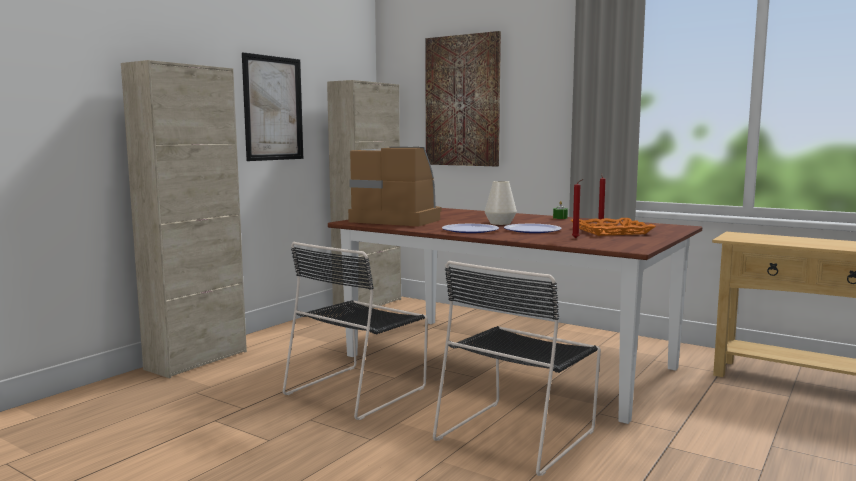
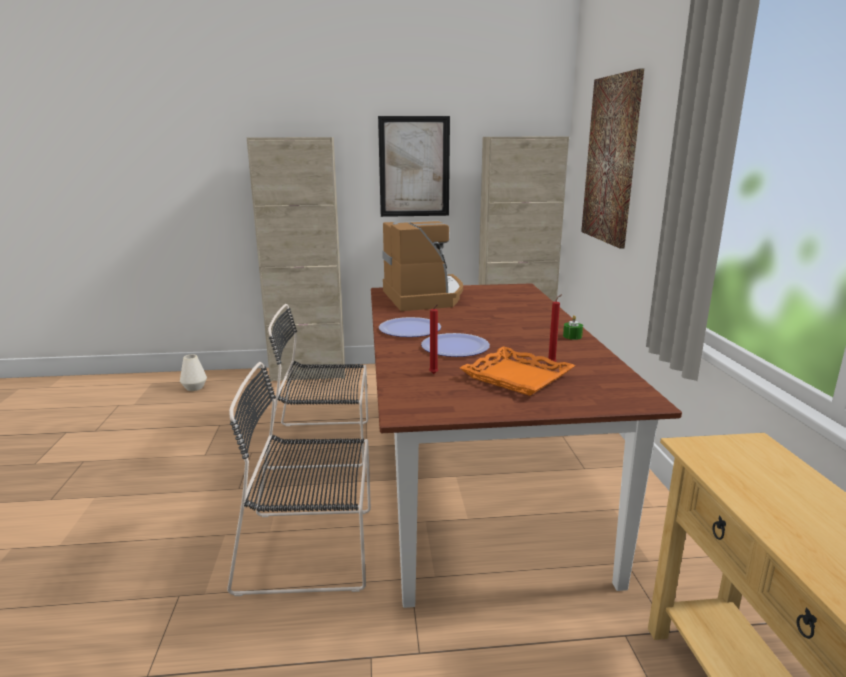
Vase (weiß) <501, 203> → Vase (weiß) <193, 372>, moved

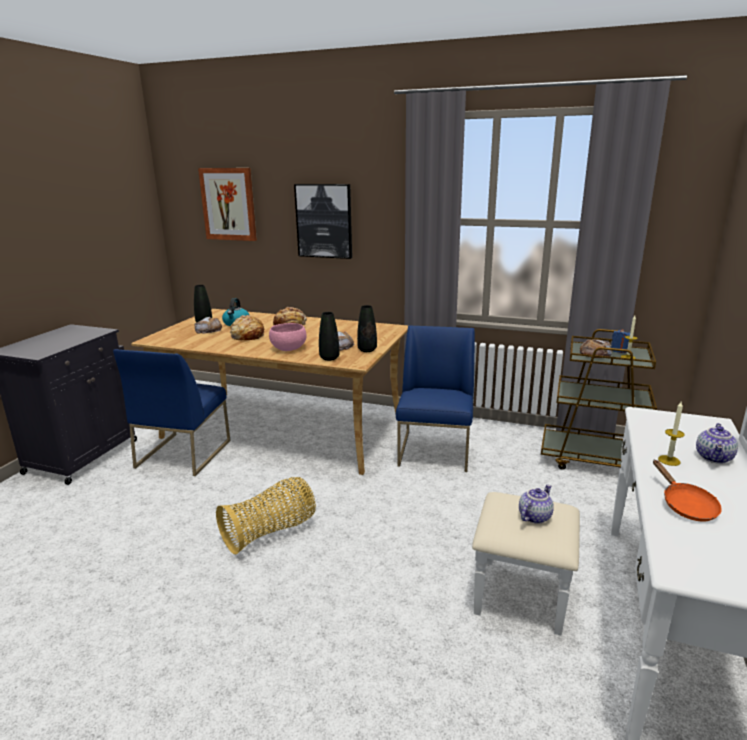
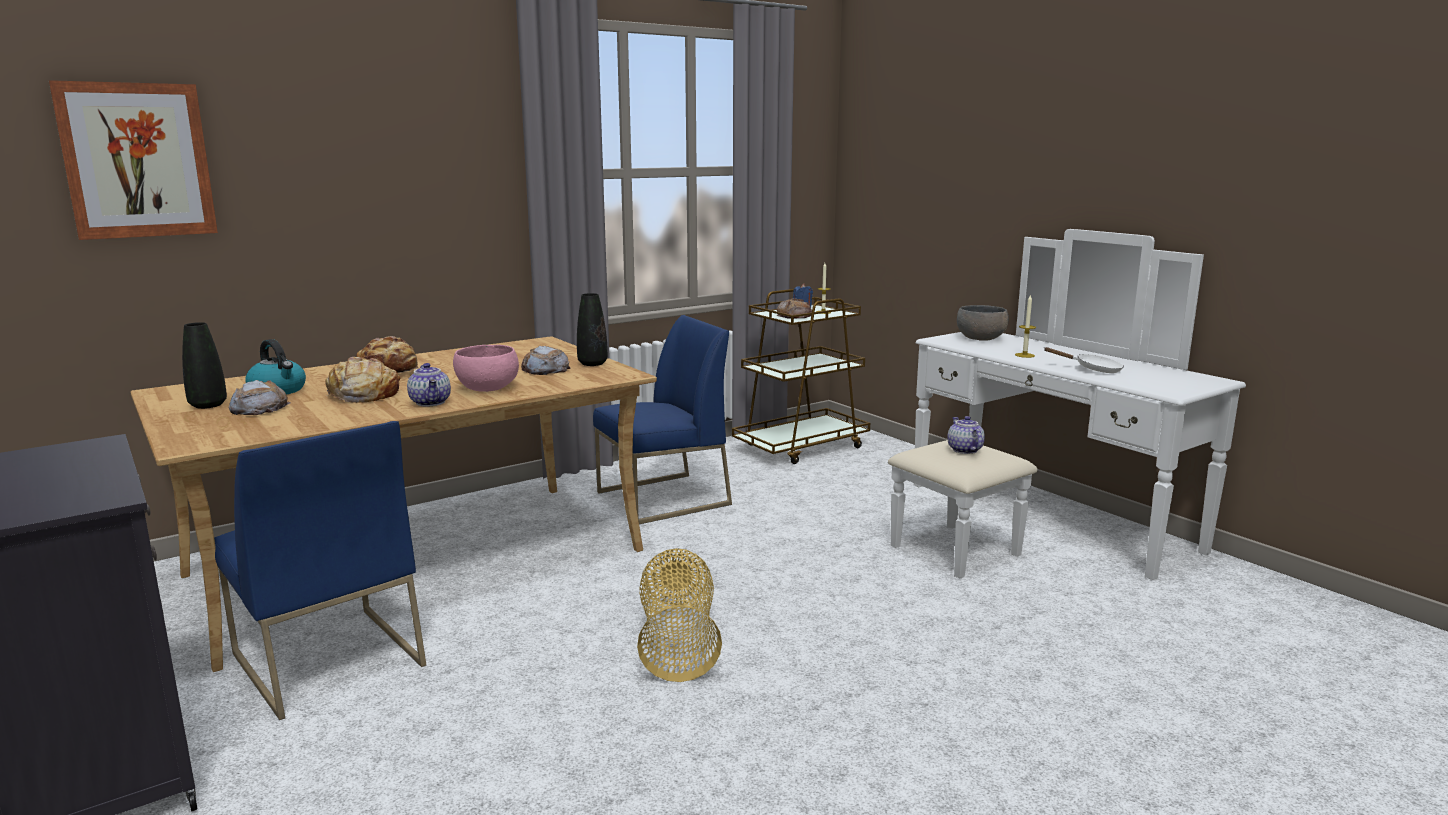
Bild <323, 221> → -
Vase (schwarz) <329, 336> → -
Stuhl (blau) <435, 398> → Stuhl (blau) <662, 419>, 105 degrees clockwise
Teekanne <717, 443> → Teekanne <429, 385>, moved
Pfanne (orange) <687, 491> → Pfanne (weiß) <1084, 360>
- → Schüssel (grau) <983, 323>

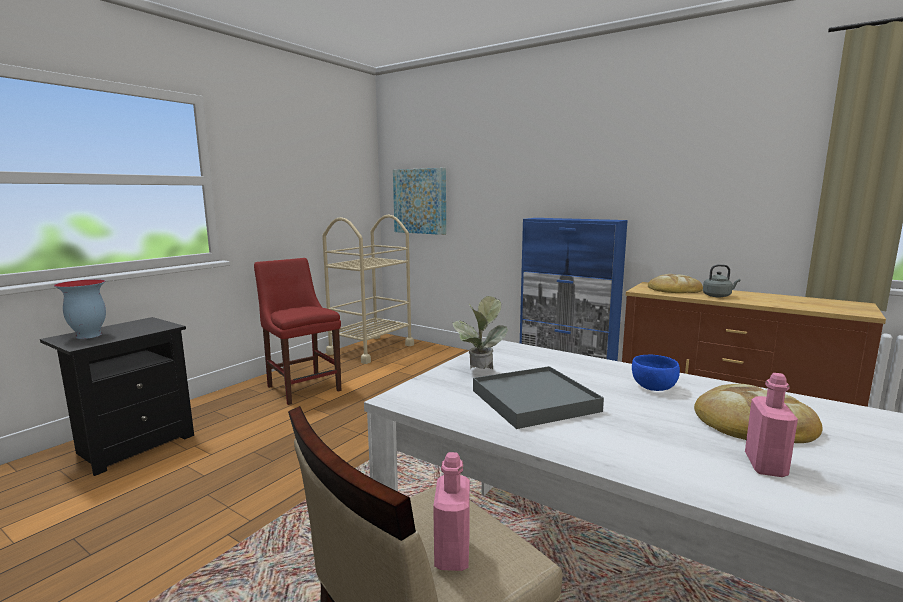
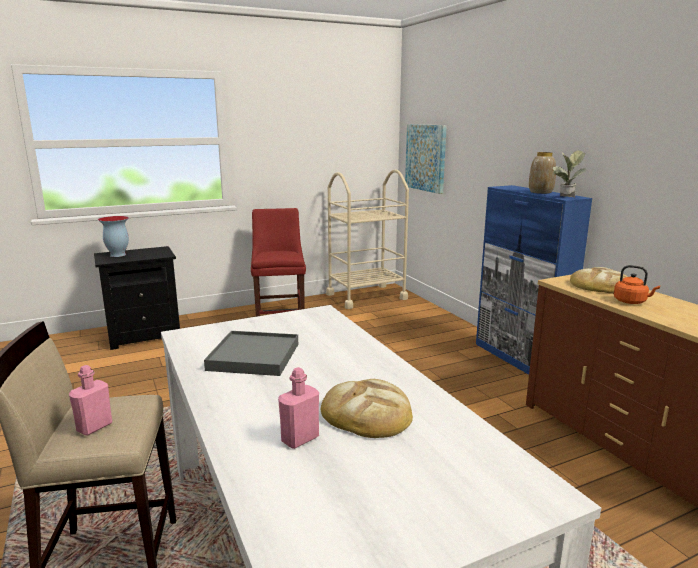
Wasserkessel (grau) <721, 280> → Wasserkessel (orange) <637, 284>
Topfpflanze <480, 332> → Topfpflanze <569, 174>, moved
Schüssel (blau) <656, 373> → -
- → Vase <542, 173>

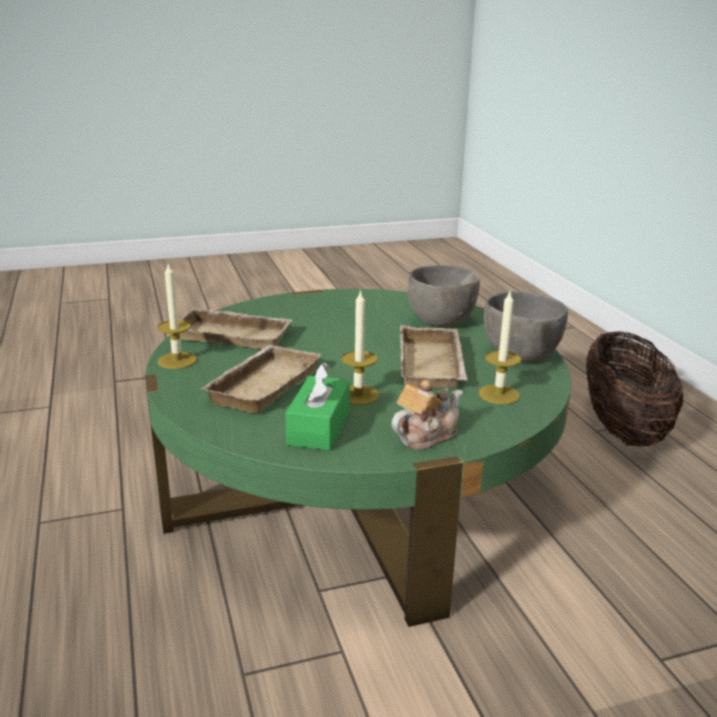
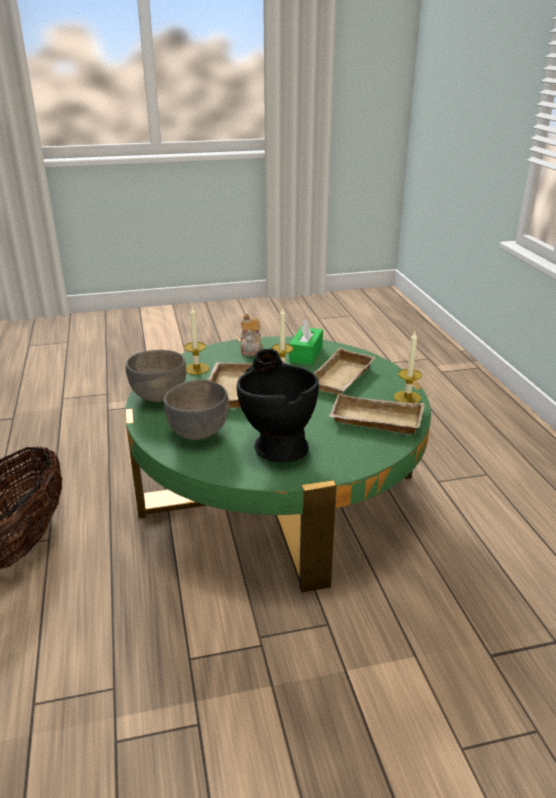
Teekanne <427, 415> → Teekanne <251, 335>, 60 degrees counterclockwise
- → Vase (schwarz) <278, 405>

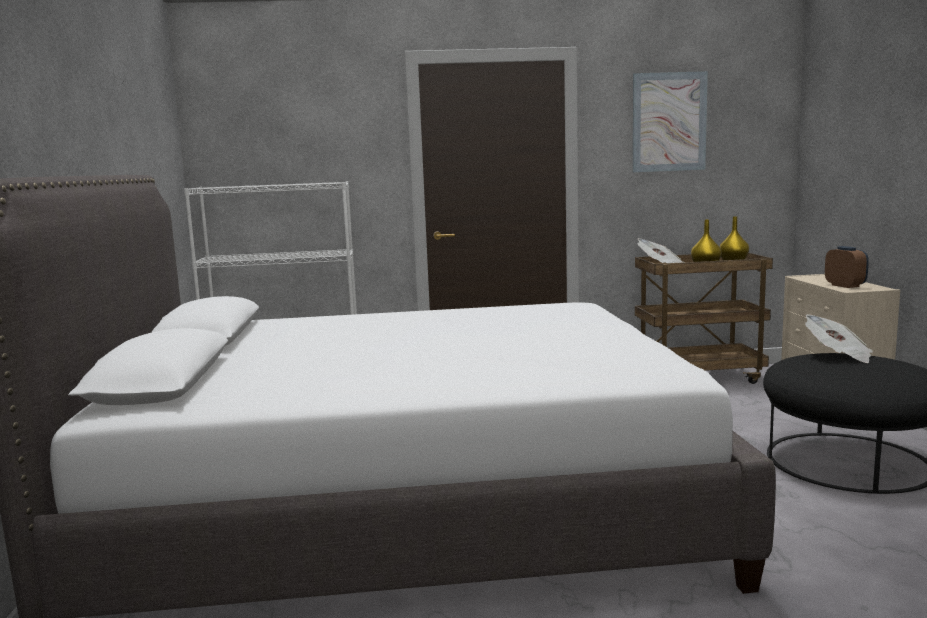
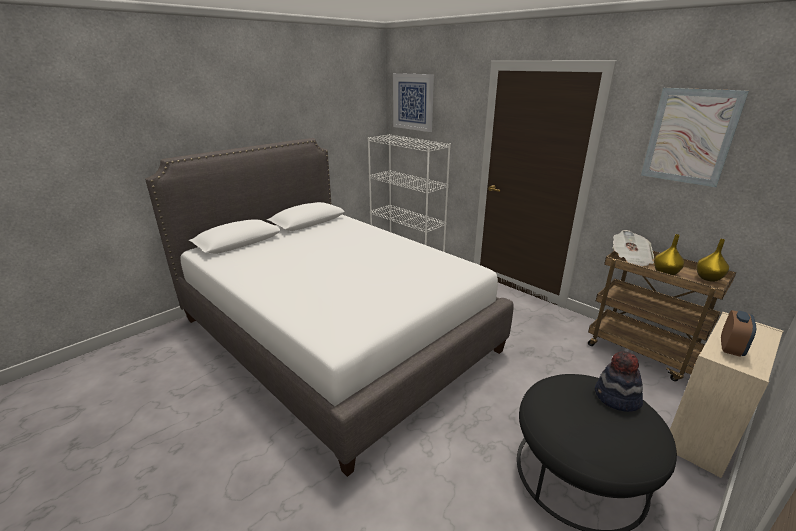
Zeitung <839, 338> → Hut <619, 381>
- → Bild <413, 102>

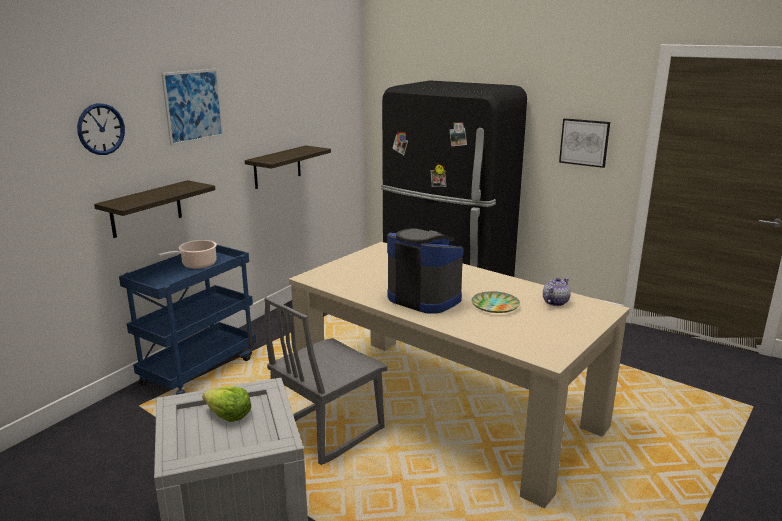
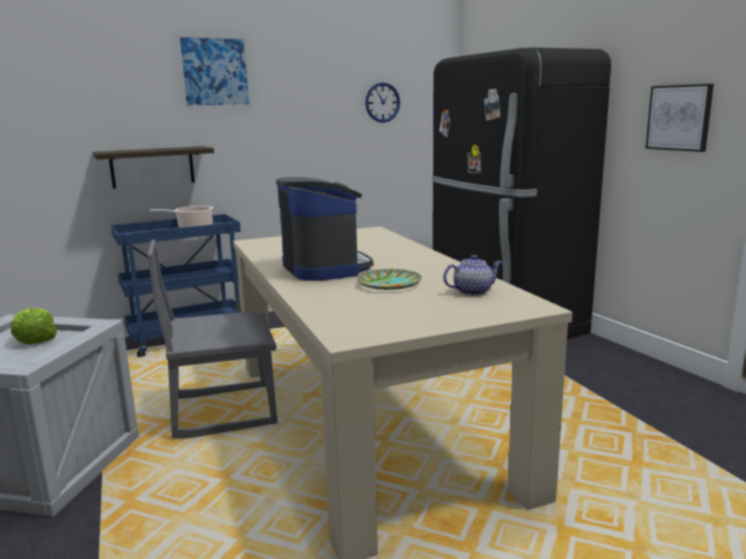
Wanduhr <101, 129> → Wanduhr <382, 102>, moved
Wandregal <288, 167> → -

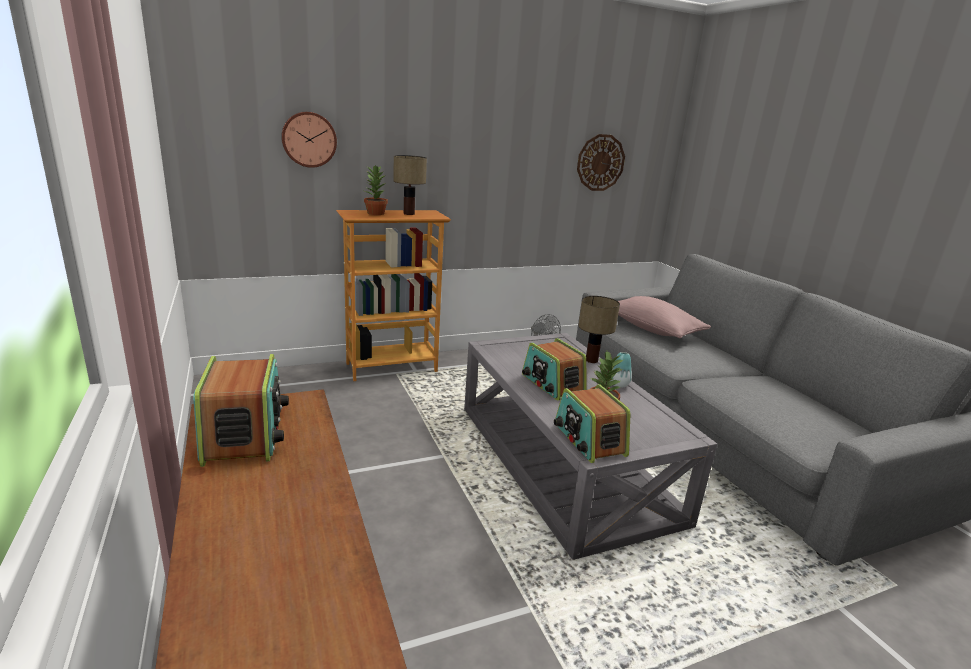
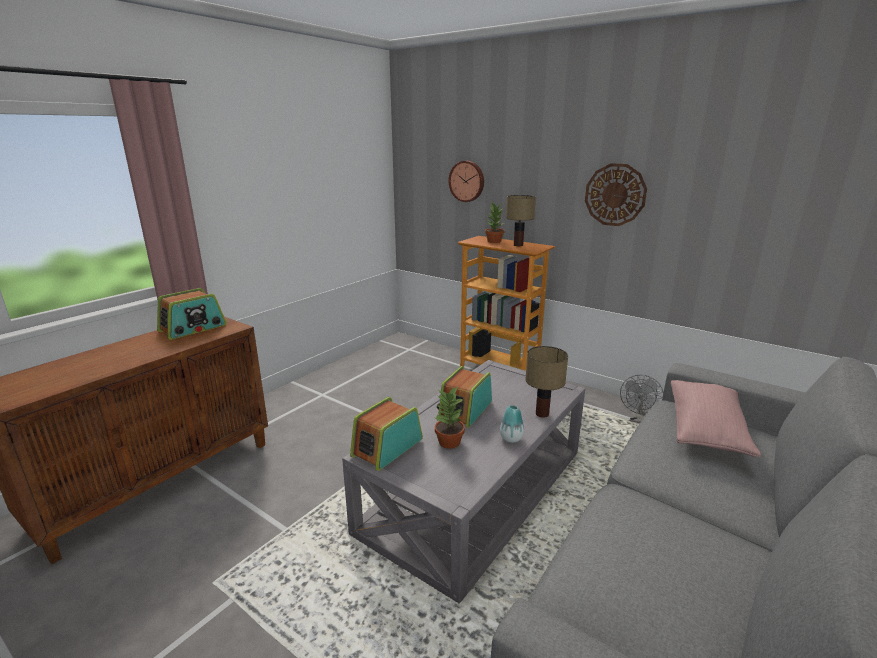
Wanduhr <601, 162> → Wanduhr <616, 194>, moved

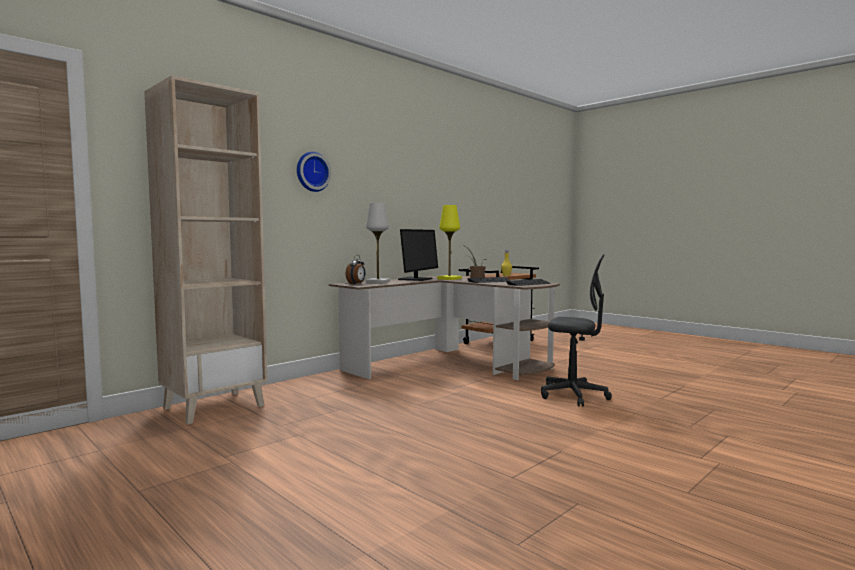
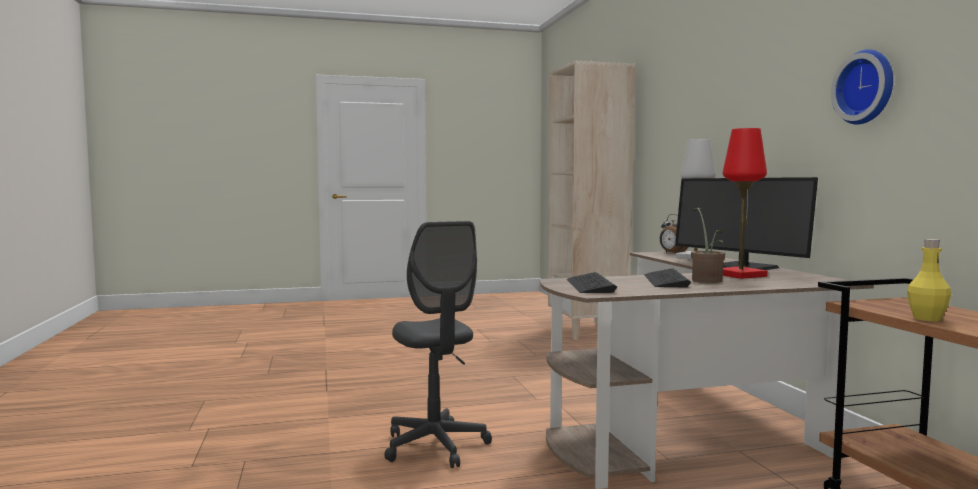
Wanduhr <314, 172> → Wanduhr <862, 87>, moved
Tischlampe (gelb) <449, 242> → Tischlampe (rot) <745, 203>
Bürostuhl (grau) <576, 330> → Bürostuhl (grau) <438, 344>, 75 degrees counterclockwise

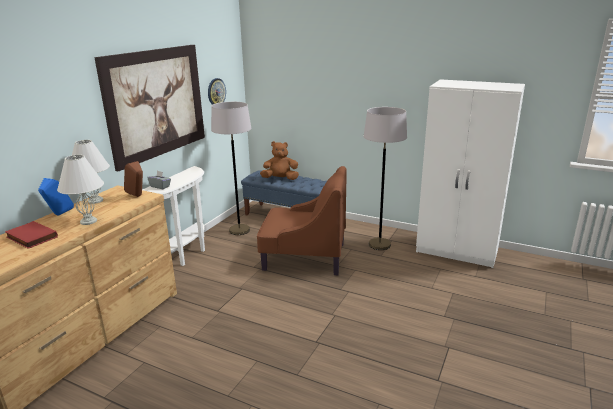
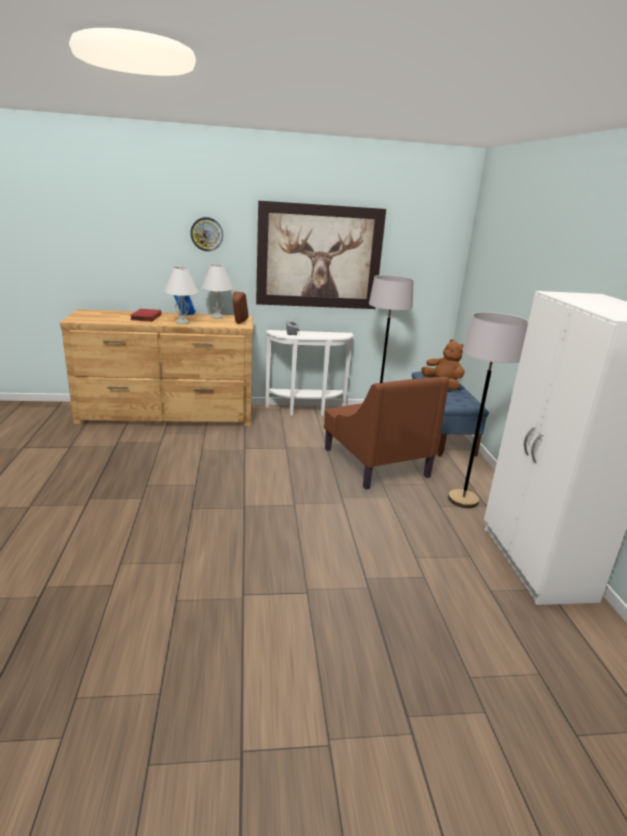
Wanduhr <217, 91> → Wanduhr <206, 234>, moved

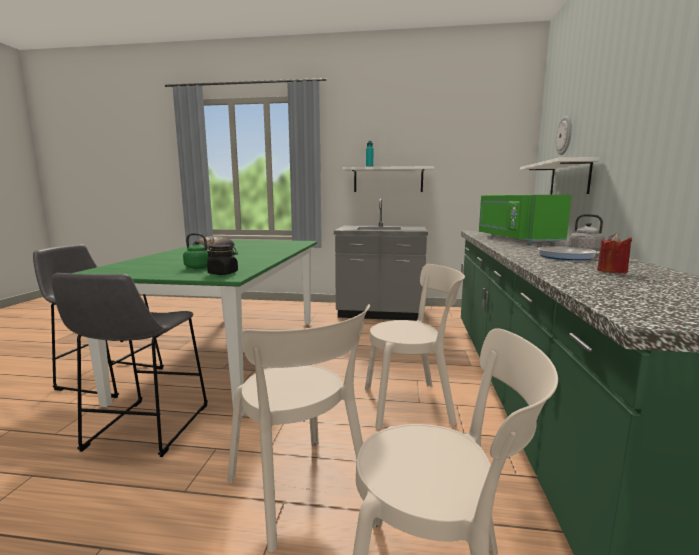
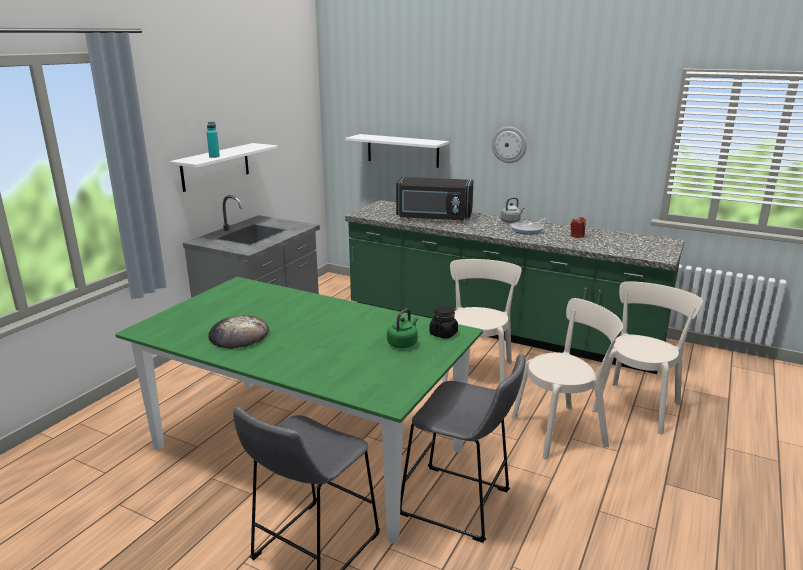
Wanduhr <564, 135> → Wanduhr <509, 145>, moved
Mikrowelle (grün) <525, 219> → Mikrowelle (schwarz) <435, 199>

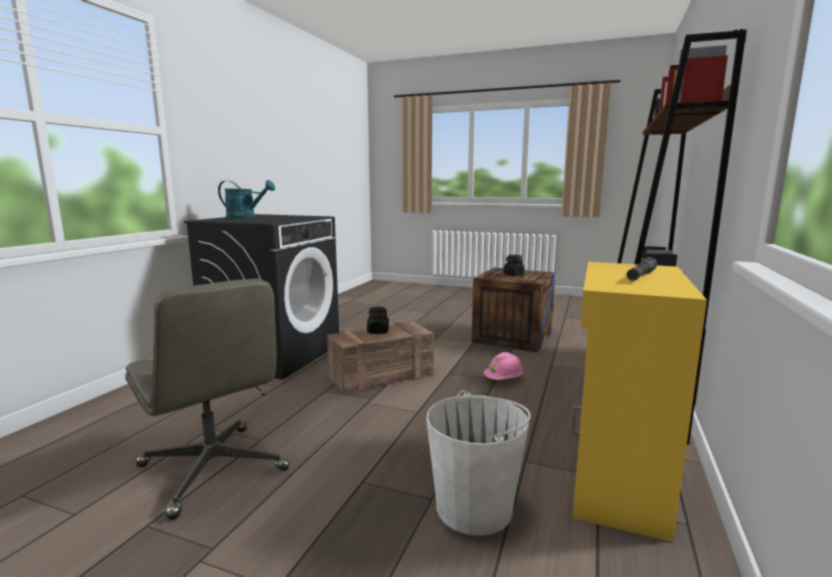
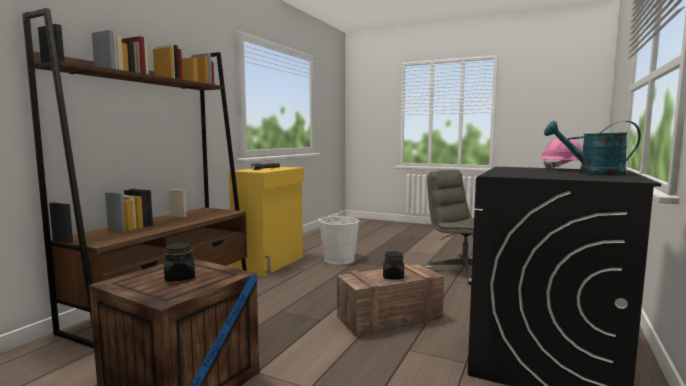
Schutzhelm (rosa) <503, 366> → Schutzhelm (rosa) <562, 153>, moved

